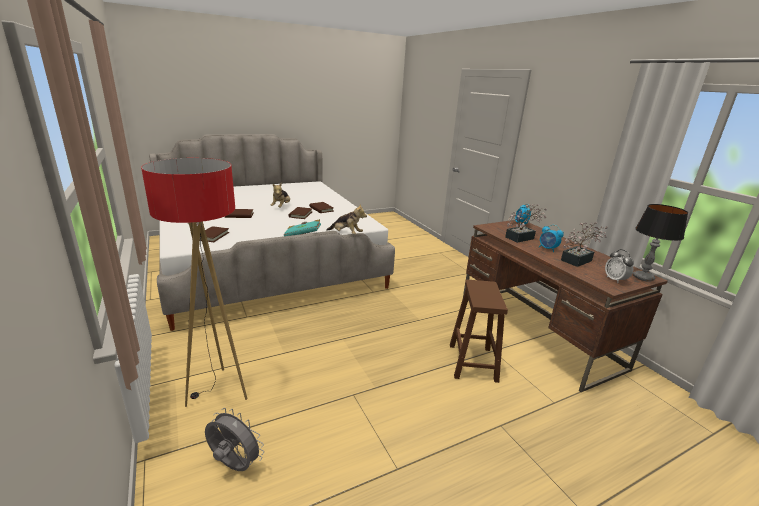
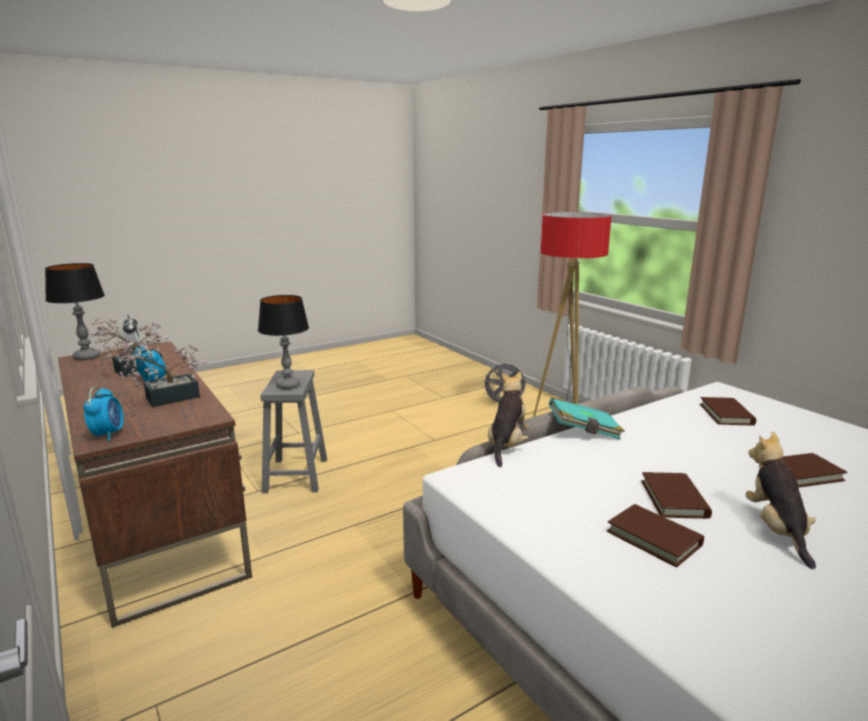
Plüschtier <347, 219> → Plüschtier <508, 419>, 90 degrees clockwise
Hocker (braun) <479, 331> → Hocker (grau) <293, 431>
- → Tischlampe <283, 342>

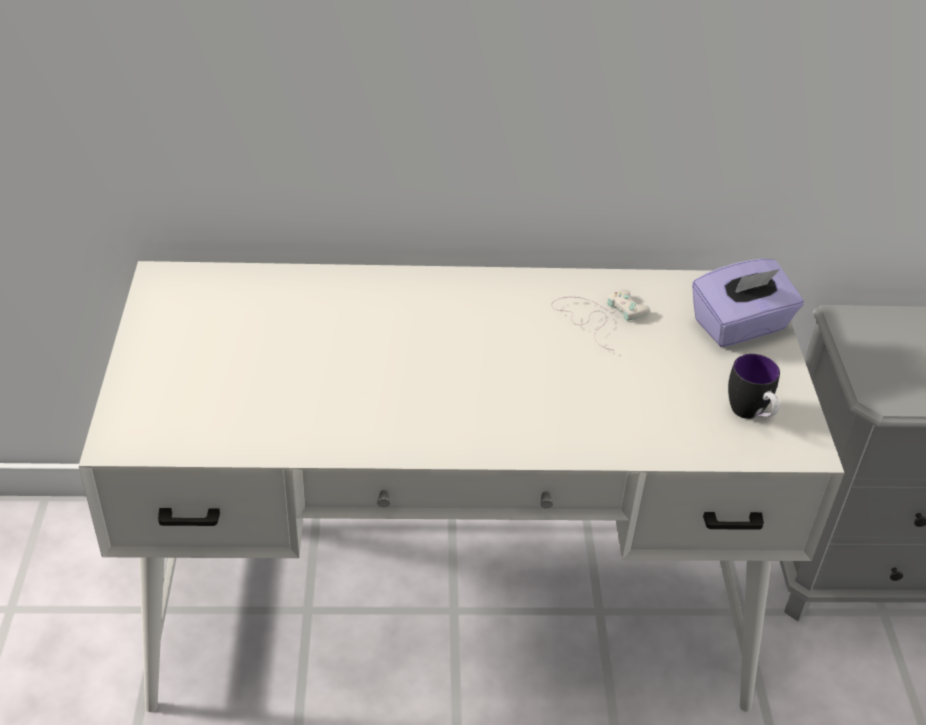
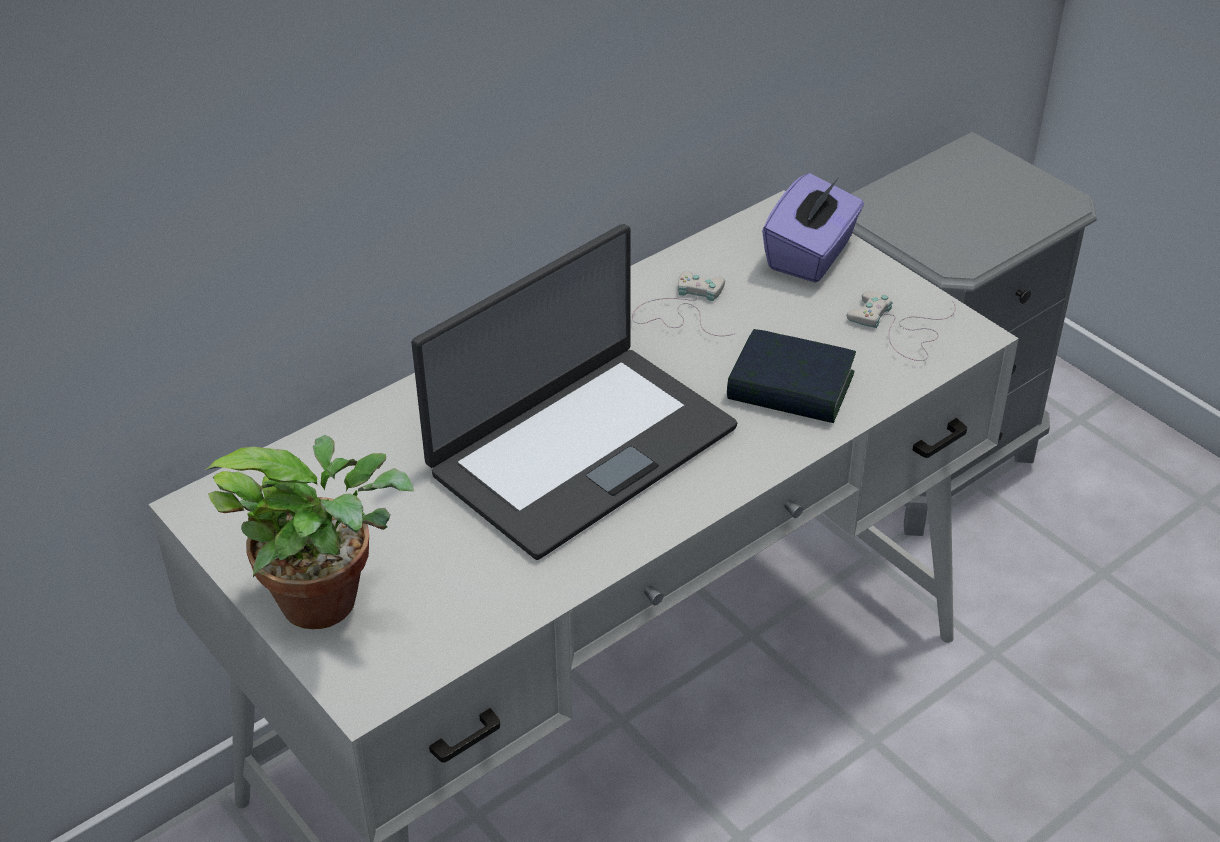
Henkelbecher <754, 386> → Gamepad (weiß) <901, 326>
- → Laptop <574, 392>
- → Buch <791, 376>
- → Topfpflanze <310, 532>

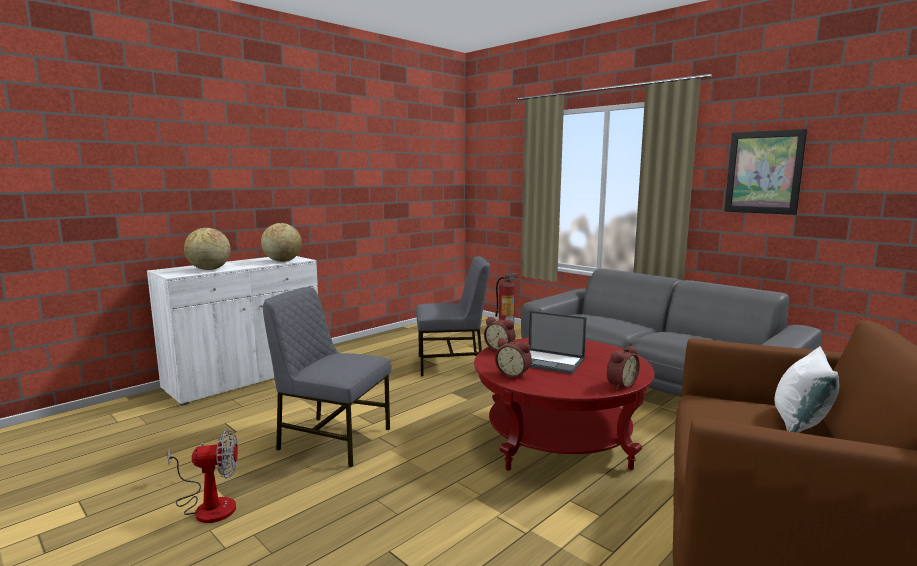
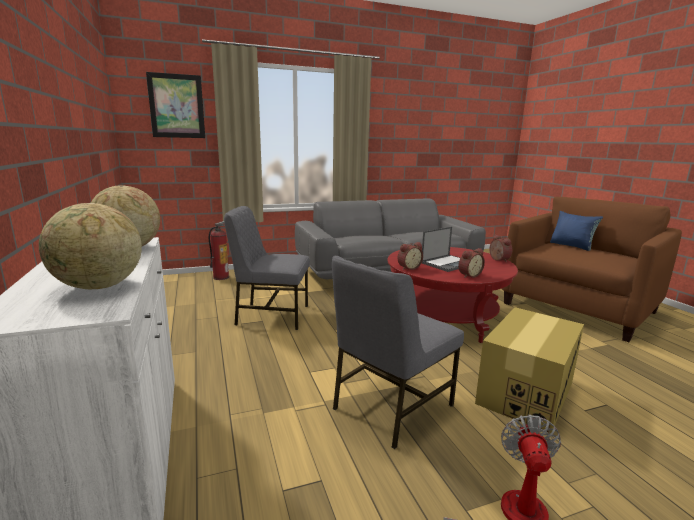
Bild <766, 172> → Bild <175, 105>, moved
Stuhl (grau) <453, 316> → Stuhl (grau) <267, 268>, 105 degrees counterclockwise
Kissen (weiß) <807, 389> → Kissen (blau) <576, 231>
- → Karton <529, 370>

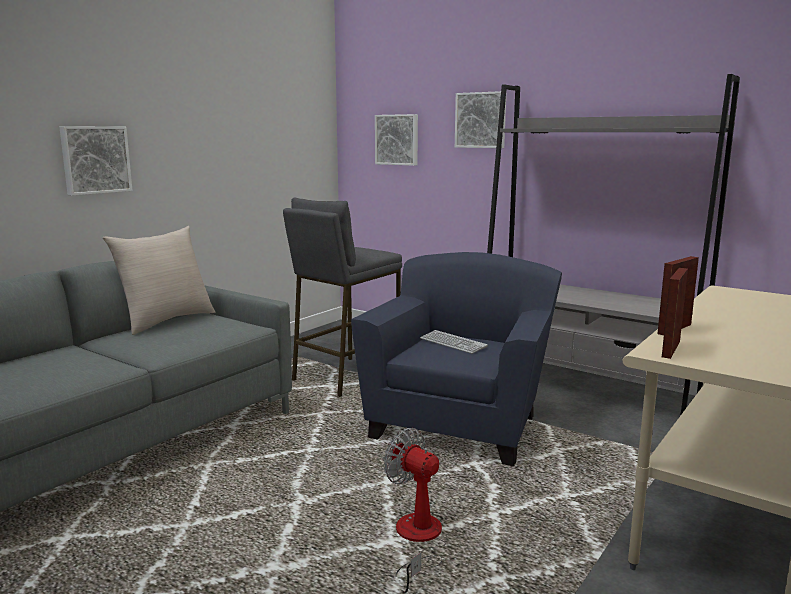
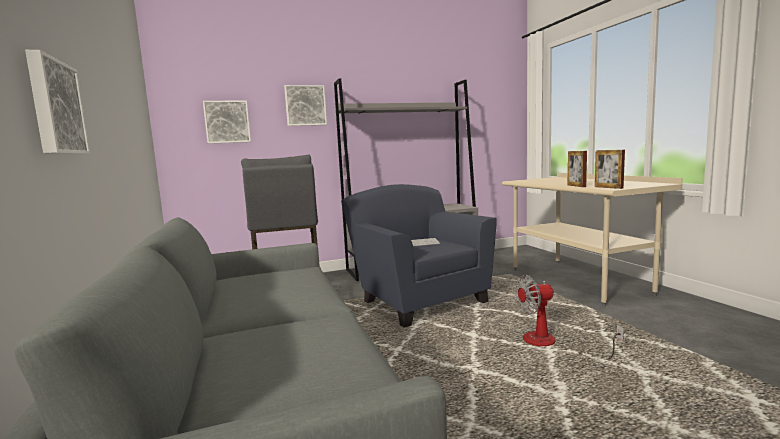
Kissen (beige) <159, 280> → -

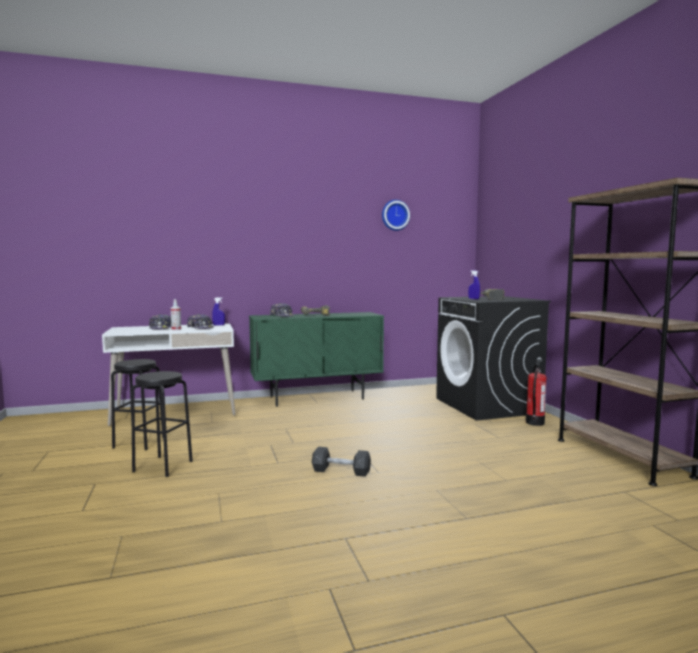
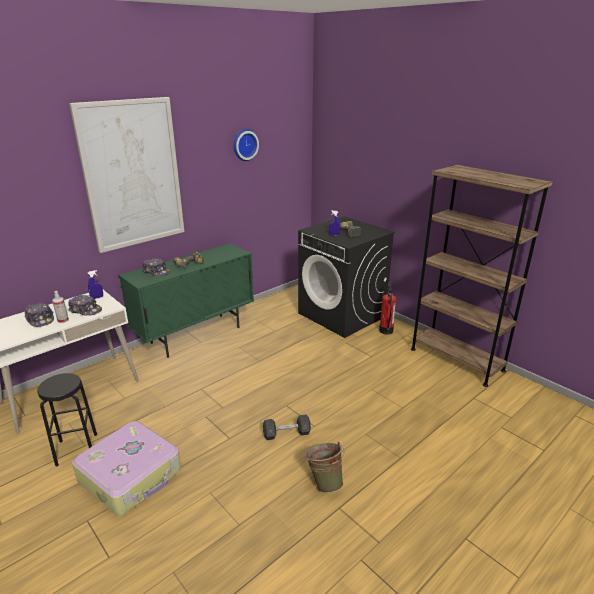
Hocker (schwarz) <162, 424> → Koffer <126, 468>
- → Bild <126, 175>
- → Eimer (grün) <324, 467>

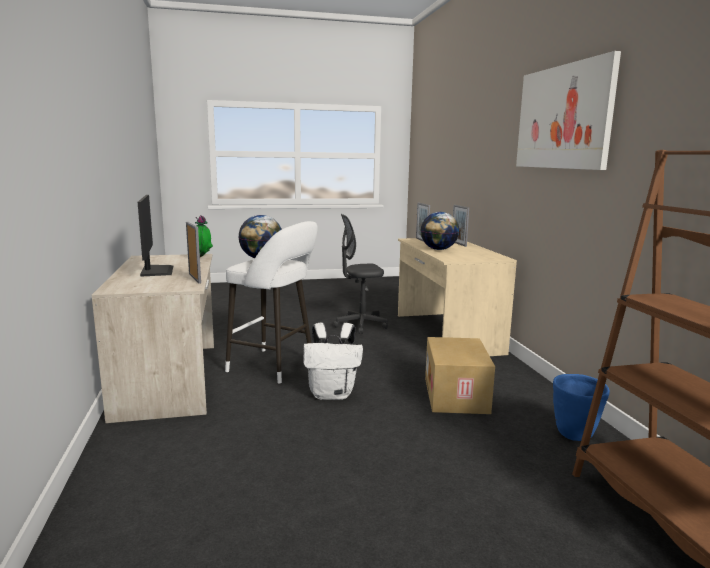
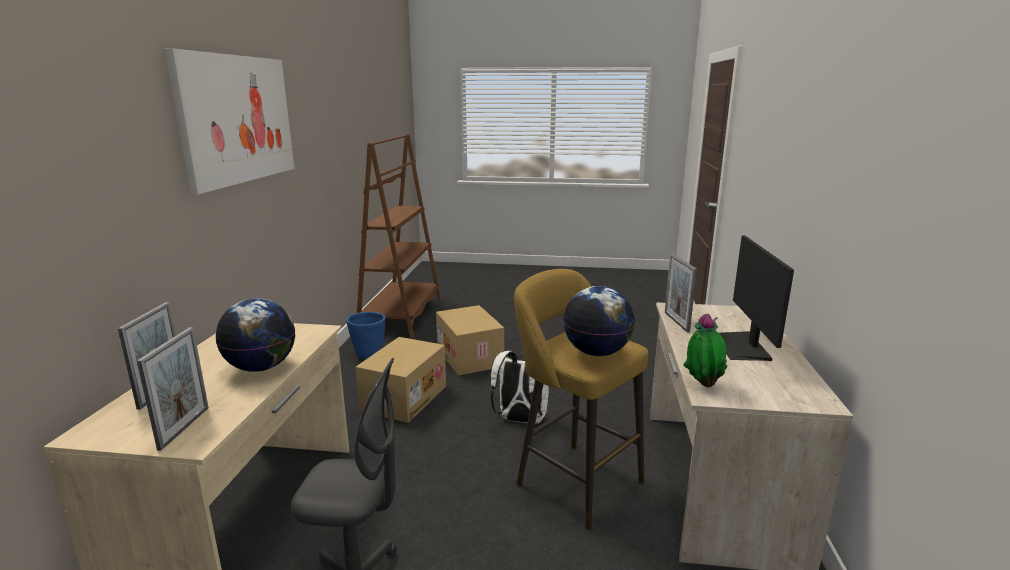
Hocker (weiß) <271, 302> → Hocker (gelb) <581, 399>
- → Karton <470, 340>

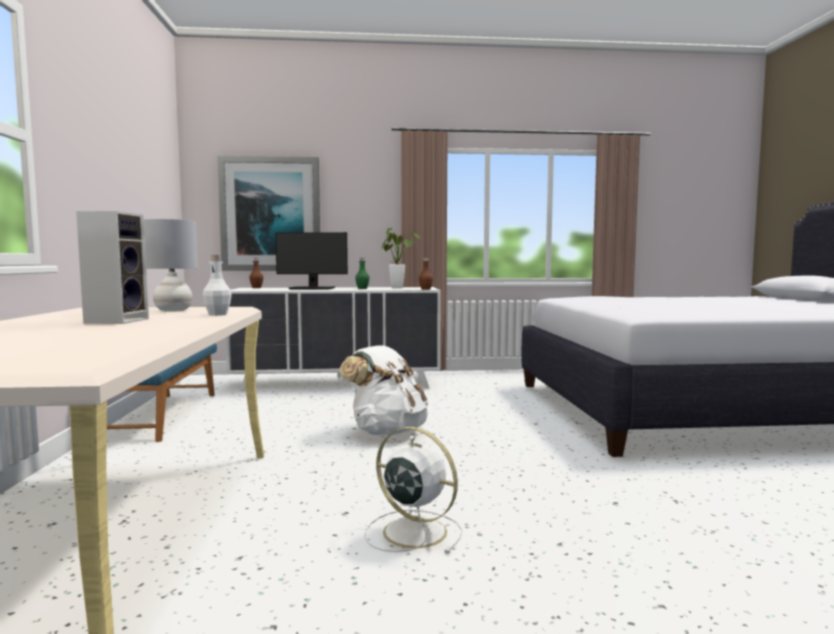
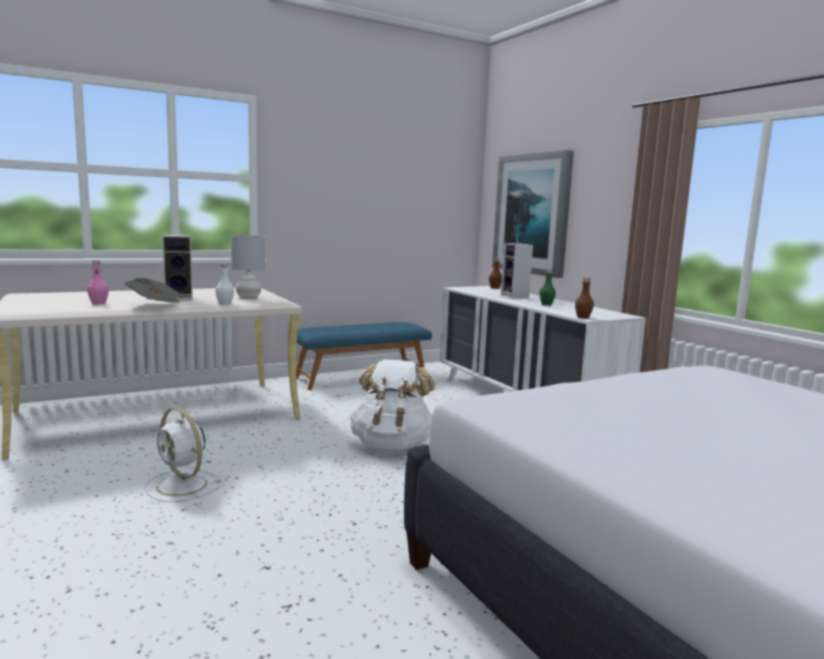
Topfpflanze <401, 258> → -
Monitor <311, 261> → Lautsprecher <517, 270>
Ventilator (weiß) <413, 490> → Ventilator (weiß) <183, 455>, 120 degrees clockwise
- → Flasche (rosa) <98, 283>
- → Zeitung <152, 290>

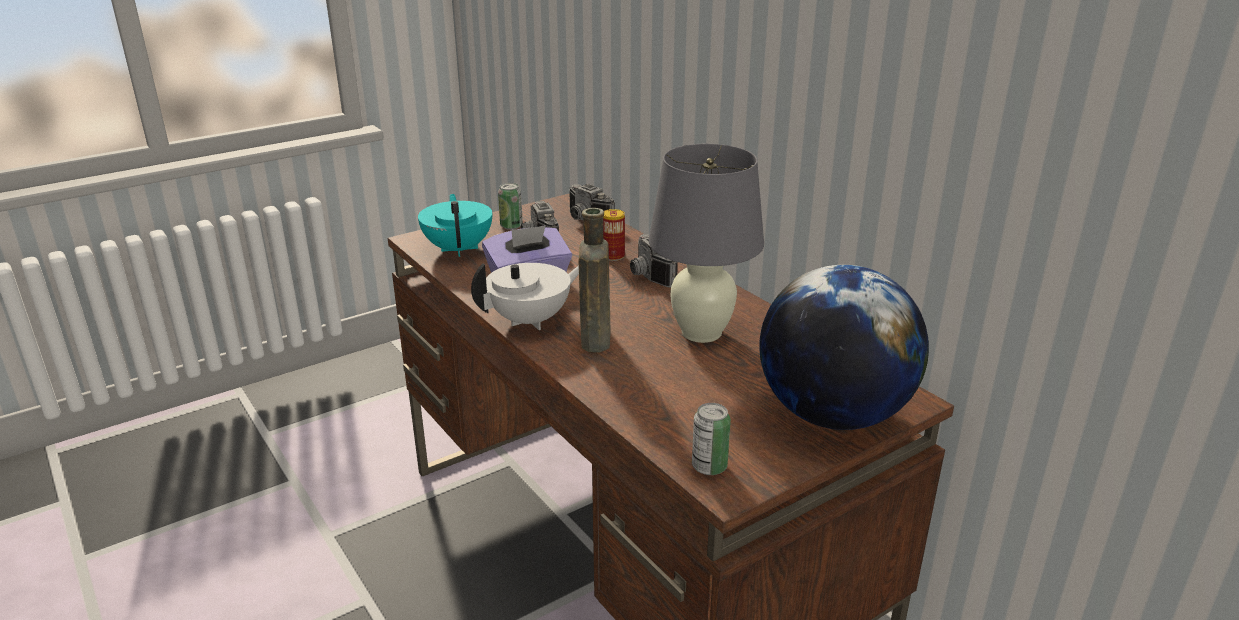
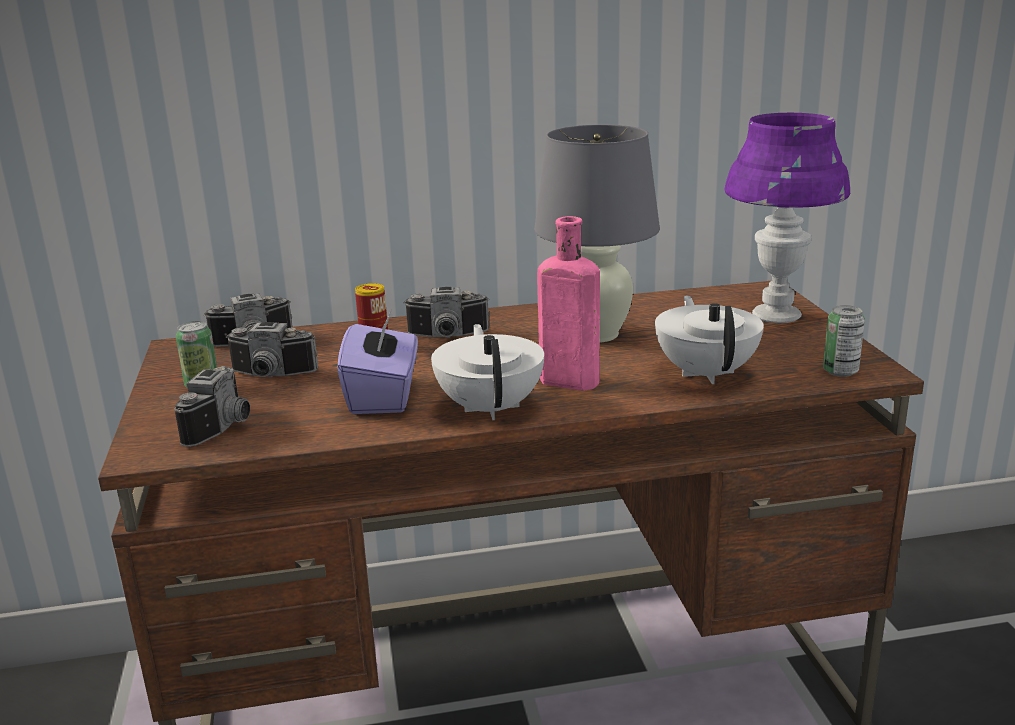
Teekanne (türkis) <455, 225> → Kamera <212, 406>
Flasche (braun) <594, 280> → Flasche (rosa) <568, 303>
Globus <844, 347> → Tischlampe (lila) <787, 218>
- → Teekanne (weiß) <709, 340>

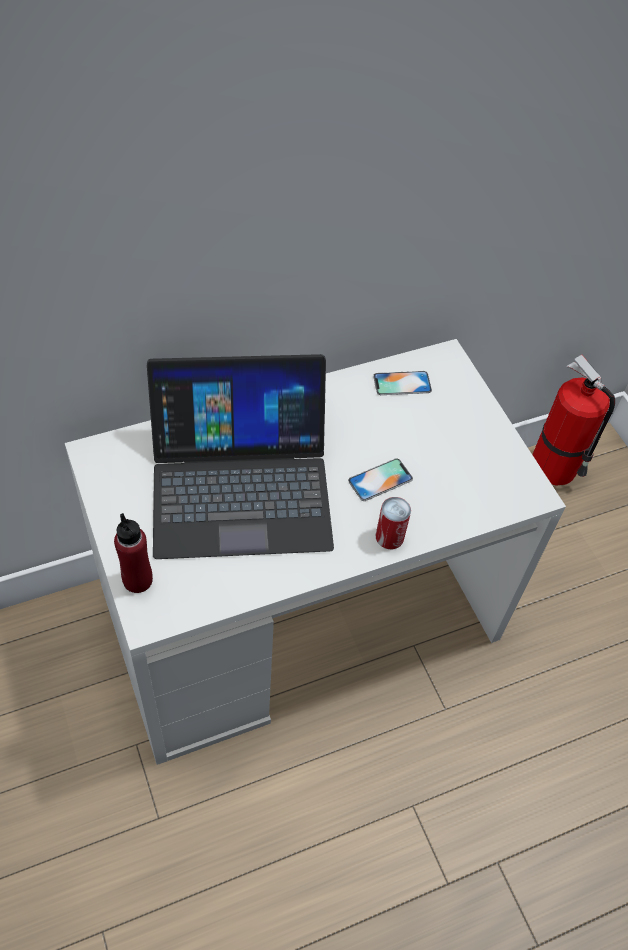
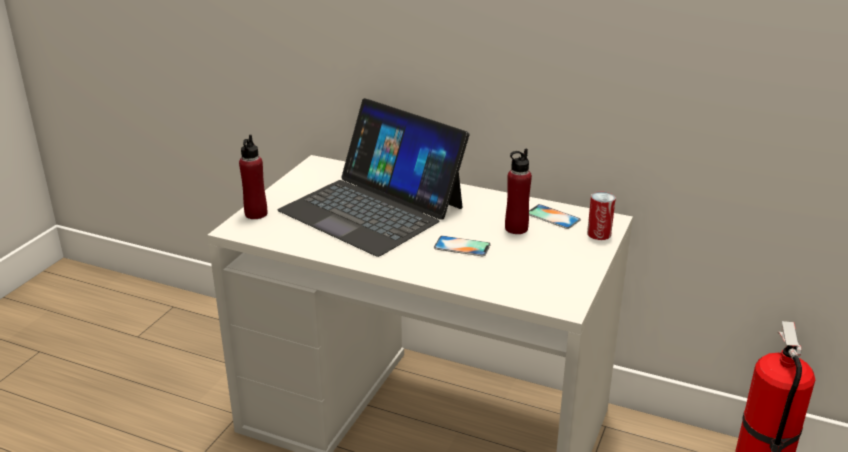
Dose <393, 523> → Dose <601, 216>, moved
- → Flasche (rot) <518, 191>

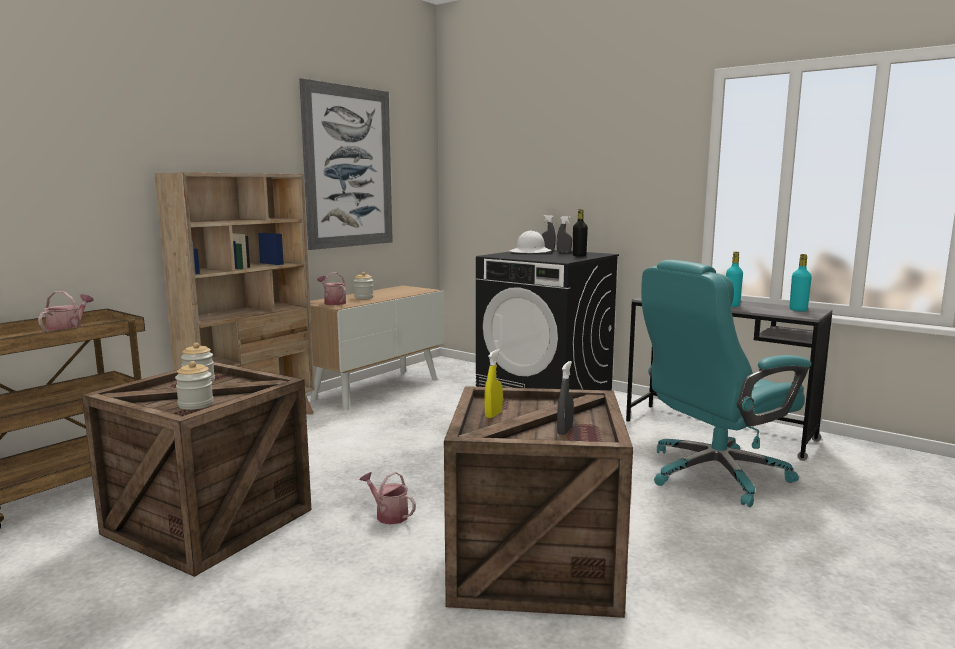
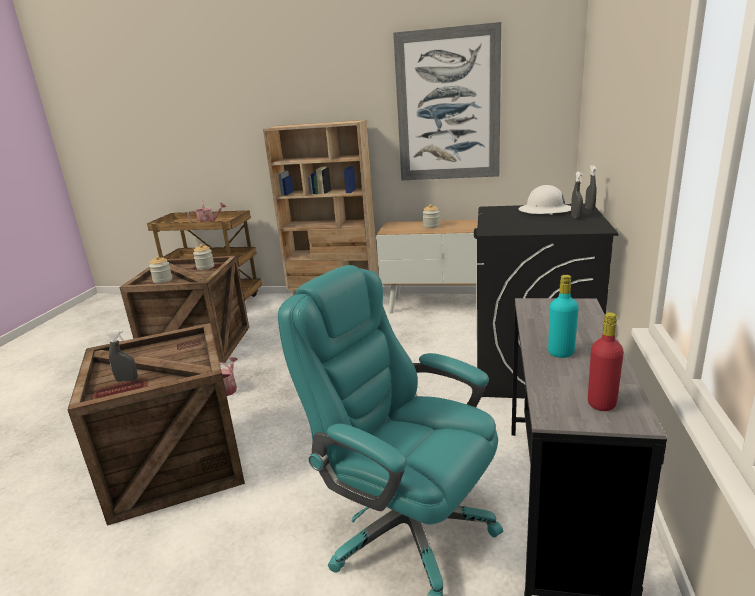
Flasche (schwarz) <580, 233> → -
Flasche (türkis) <800, 282> → Flasche (rot) <606, 361>
Gießkanne <331, 288> → -
Sprühflasche (gelb) <494, 383> → -

